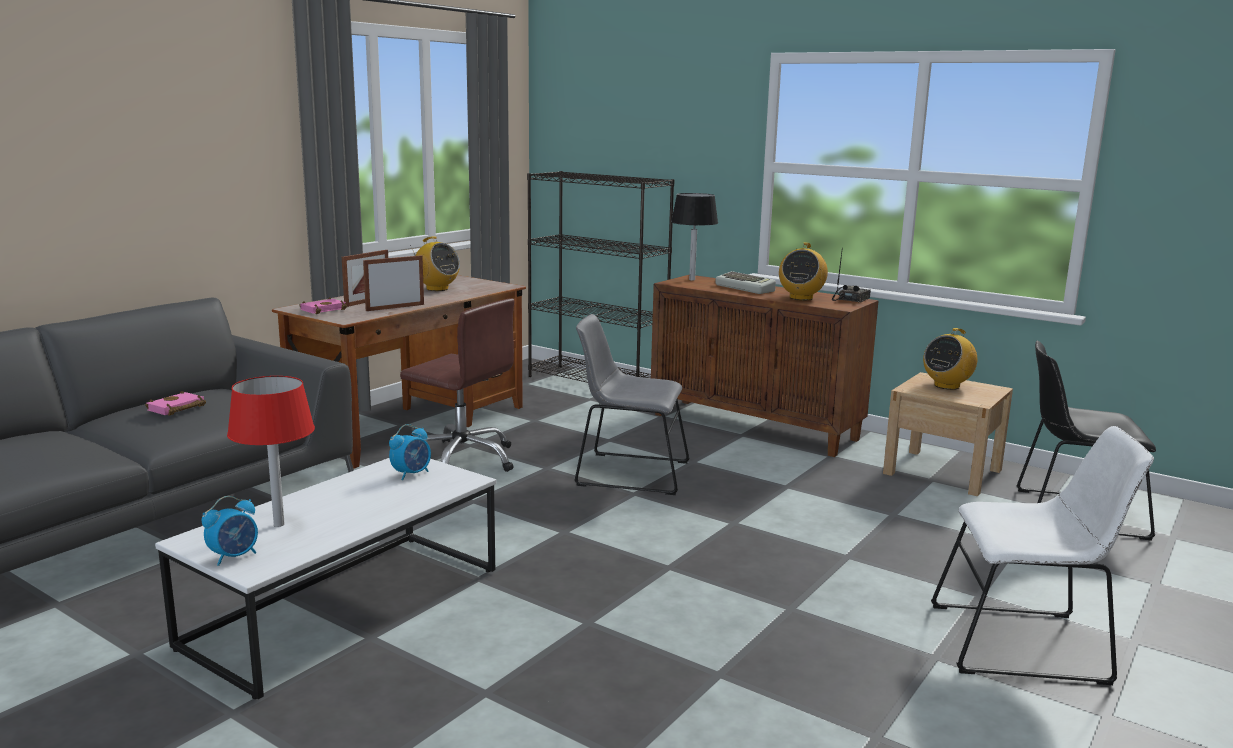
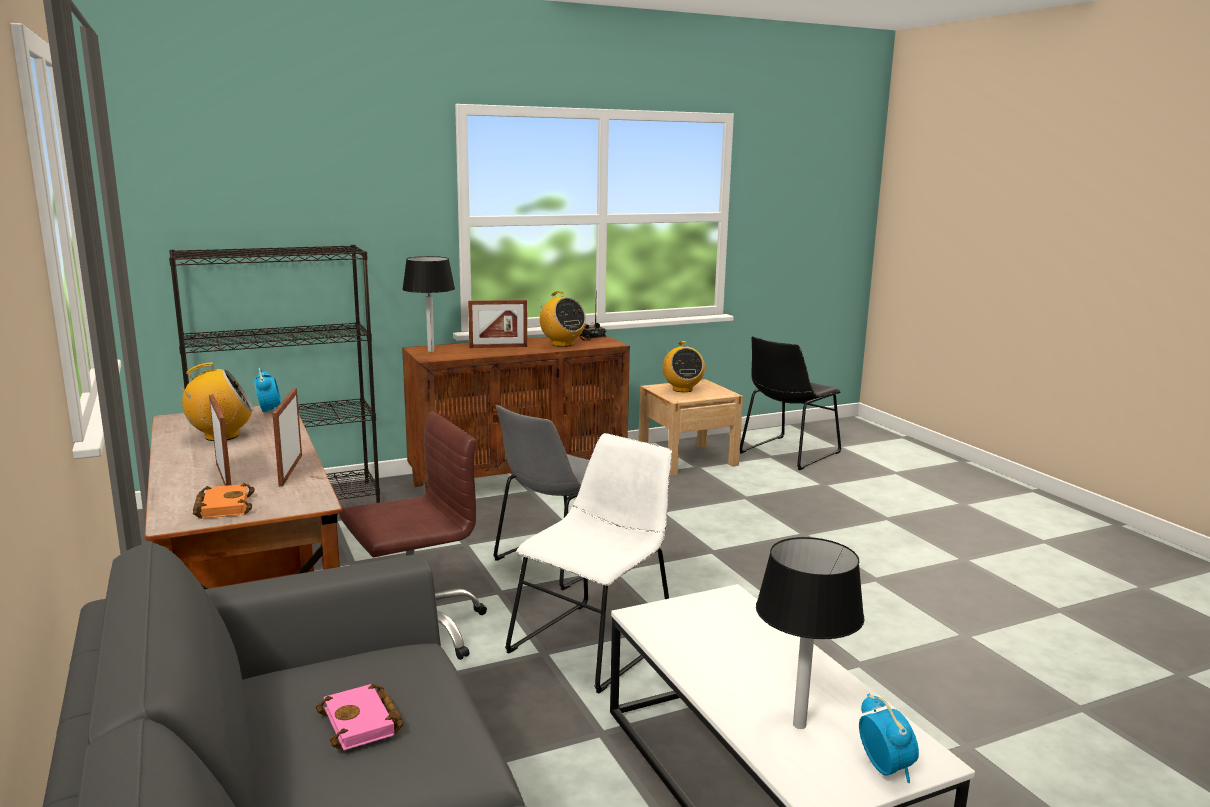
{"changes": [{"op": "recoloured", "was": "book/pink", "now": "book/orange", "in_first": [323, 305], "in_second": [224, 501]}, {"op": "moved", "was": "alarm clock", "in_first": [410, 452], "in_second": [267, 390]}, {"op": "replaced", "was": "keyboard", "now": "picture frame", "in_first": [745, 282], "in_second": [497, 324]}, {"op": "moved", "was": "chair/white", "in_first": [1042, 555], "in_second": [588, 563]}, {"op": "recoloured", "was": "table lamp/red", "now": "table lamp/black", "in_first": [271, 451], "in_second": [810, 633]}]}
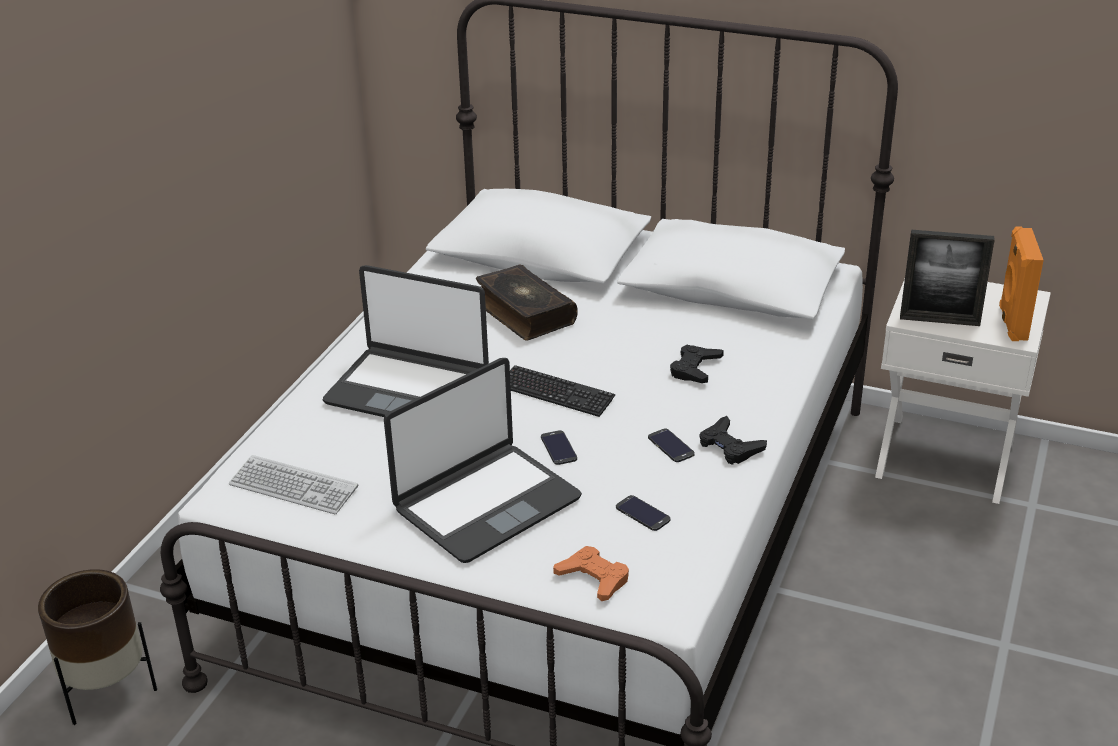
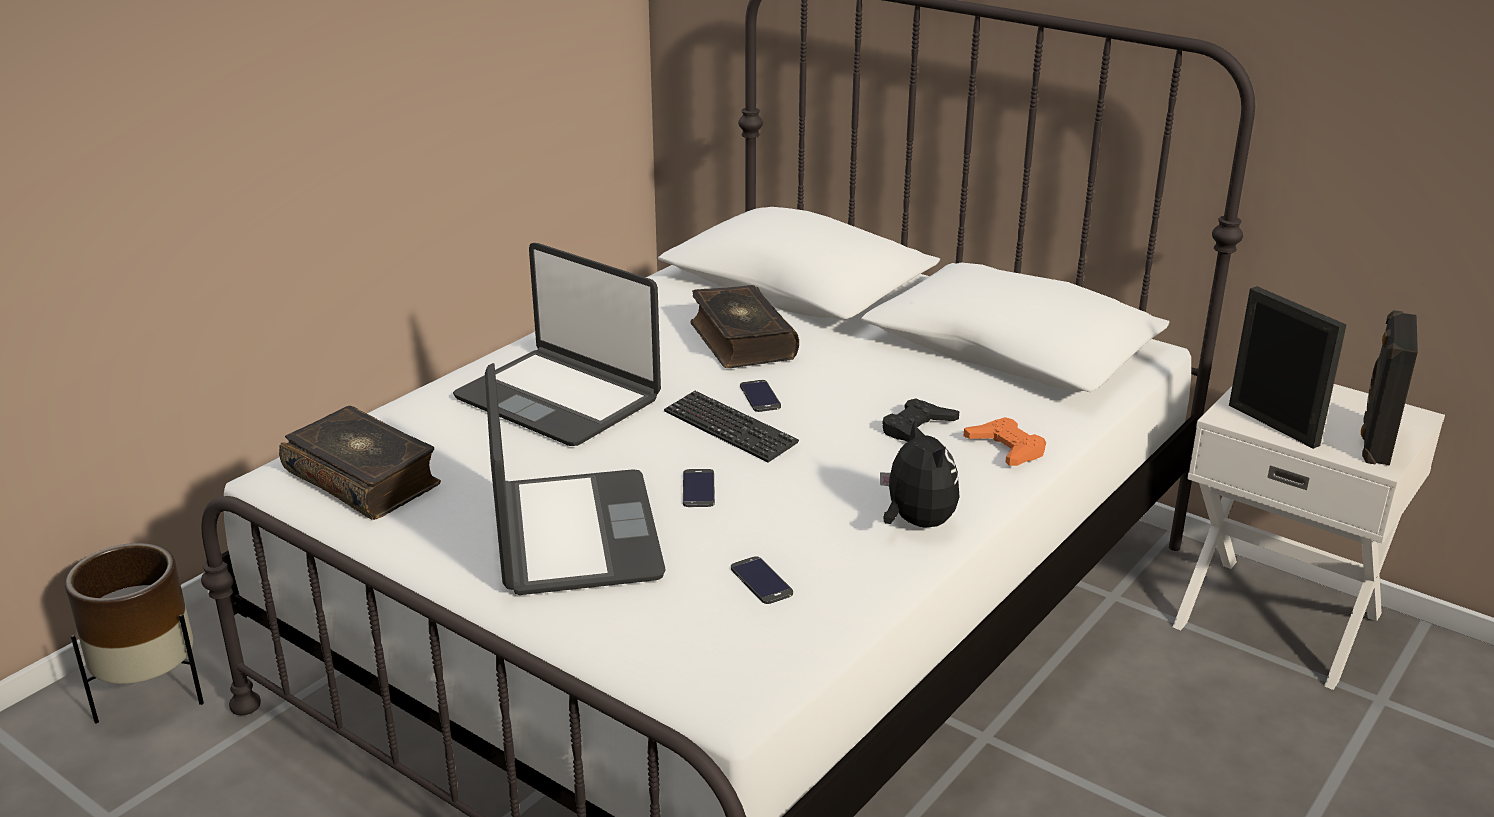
{"changes": [{"op": "replaced", "was": "keyboard", "now": "book", "in_first": [293, 484], "in_second": [360, 463]}, {"op": "turned", "was": "laptop", "in_first": [483, 460], "in_second": [575, 479], "clockwise": -75}, {"op": "moved", "was": "phone", "in_first": [671, 445], "in_second": [760, 396]}, {"op": "replaced", "was": "game controller/black", "now": "plush toy", "in_first": [733, 440], "in_second": [919, 474]}, {"op": "moved", "was": "game controller/orange", "in_first": [591, 573], "in_second": [1005, 441]}, {"op": "turned", "was": "picture frame", "in_first": [947, 278], "in_second": [1288, 367], "clockwise": -150}, {"op": "recoloured", "was": "speaker/orange", "now": "speaker/black", "in_first": [1021, 283], "in_second": [1389, 388]}]}
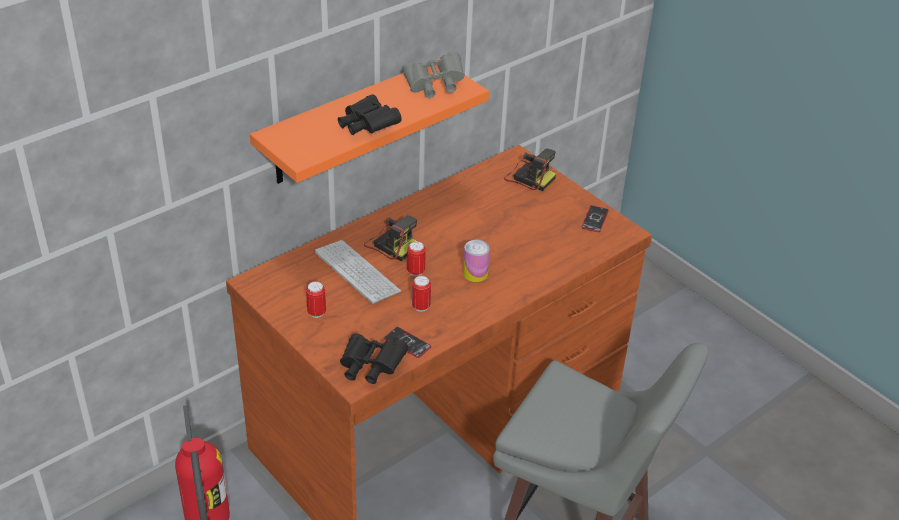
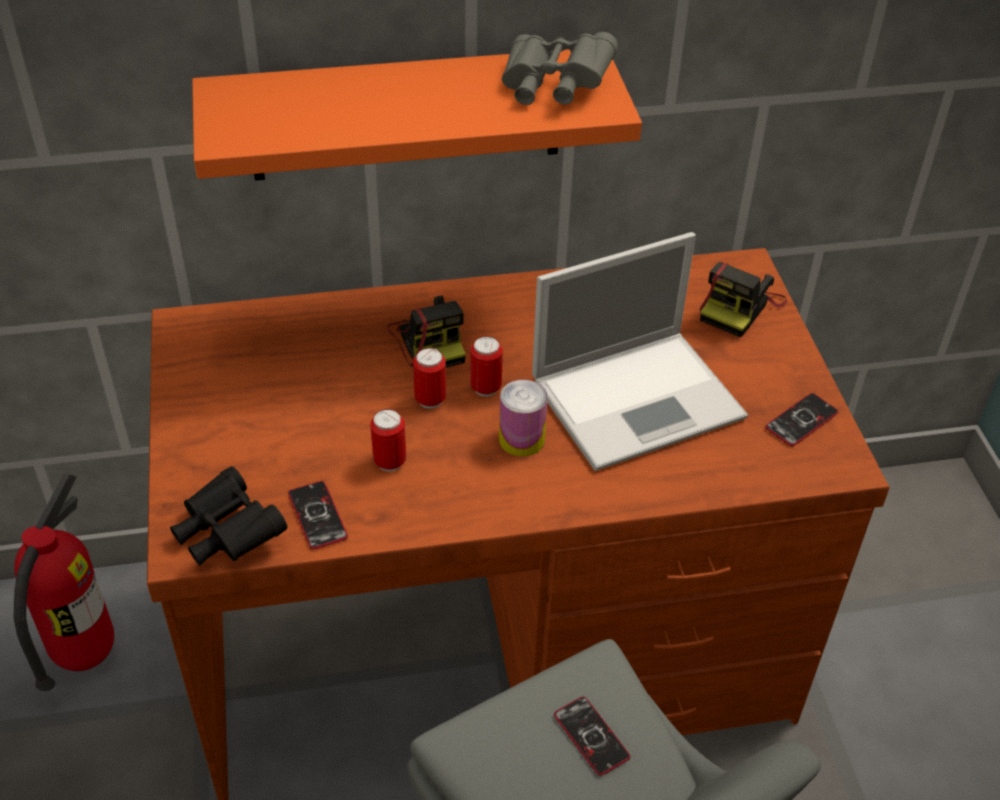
{"changes": [{"op": "moved", "was": "can", "in_first": [316, 299], "in_second": [486, 366]}, {"op": "added", "now": "laptop", "in_second": [640, 351]}, {"op": "added", "now": "phone", "in_second": [592, 736]}, {"op": "turned", "was": "photo camera", "in_first": [530, 169], "in_second": [743, 299], "clockwise": 60}, {"op": "removed", "was": "keyboard", "in_first": [358, 272]}, {"op": "removed", "was": "binoculars/black", "in_first": [370, 114]}]}
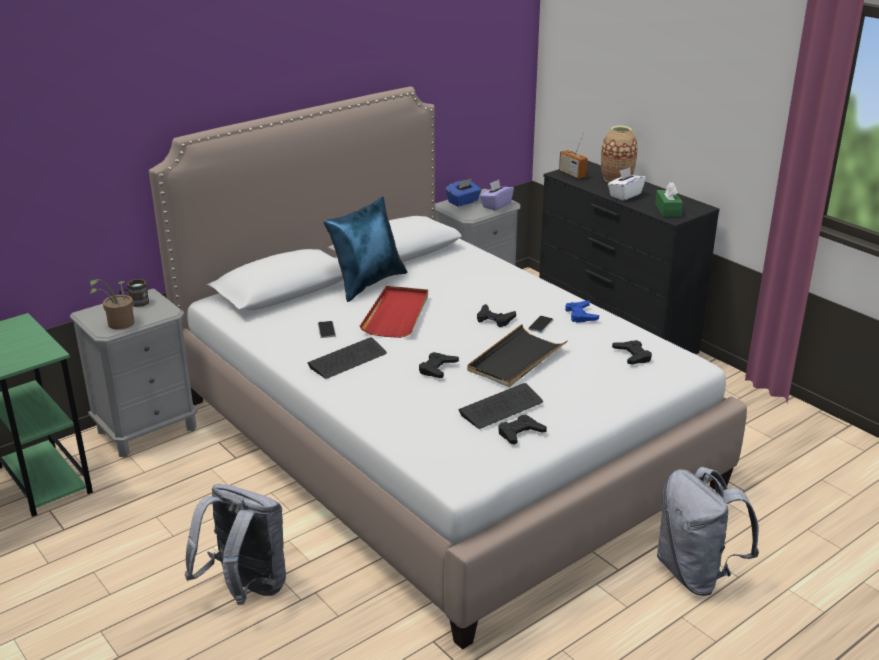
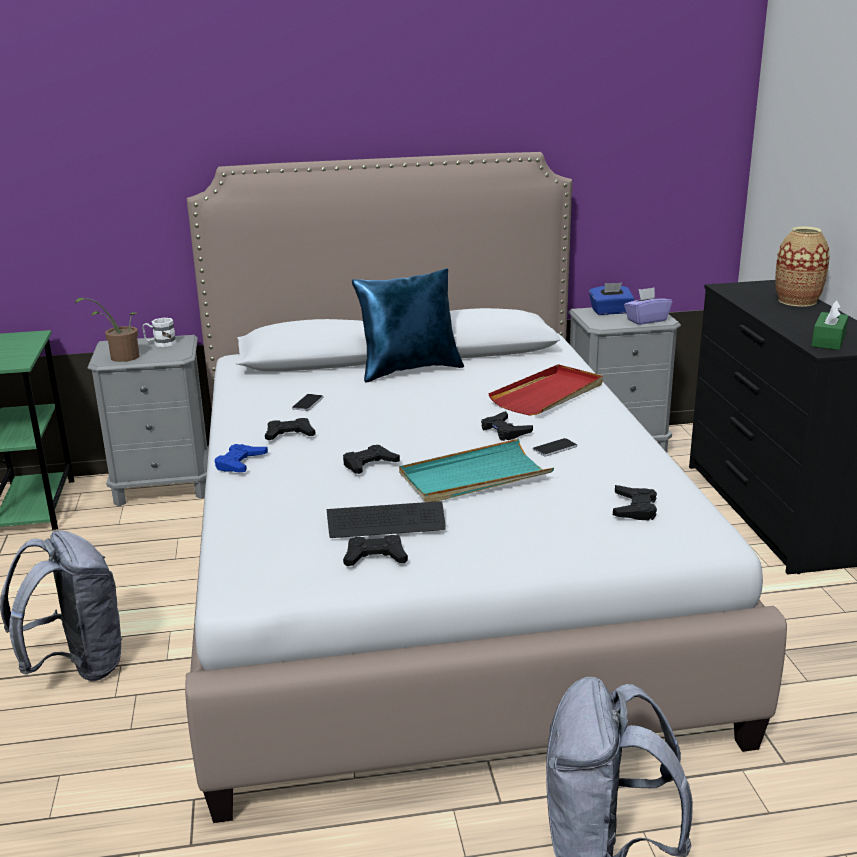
{"changes": [{"op": "recoloured", "was": "mug/brown", "now": "mug/white", "in_first": [134, 293], "in_second": [159, 332]}, {"op": "moved", "was": "game controller/blue", "in_first": [582, 311], "in_second": [241, 458]}, {"op": "replaced", "was": "keyboard", "now": "game controller/black", "in_first": [347, 358], "in_second": [290, 429]}, {"op": "recoloured", "was": "tray/black", "now": "tray/turquoise", "in_first": [517, 355], "in_second": [476, 470]}, {"op": "moved", "was": "tray/red", "in_first": [394, 312], "in_second": [545, 390]}, {"op": "removed", "was": "radio", "in_first": [573, 156]}, {"op": "removed", "was": "tissue box/white", "in_first": [627, 183]}]}
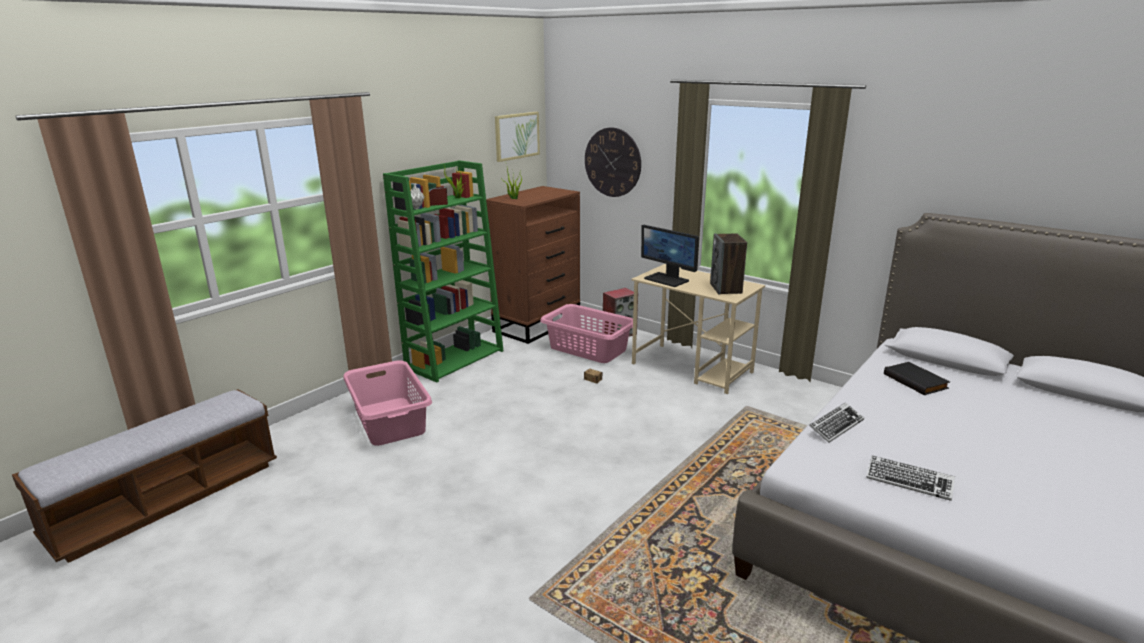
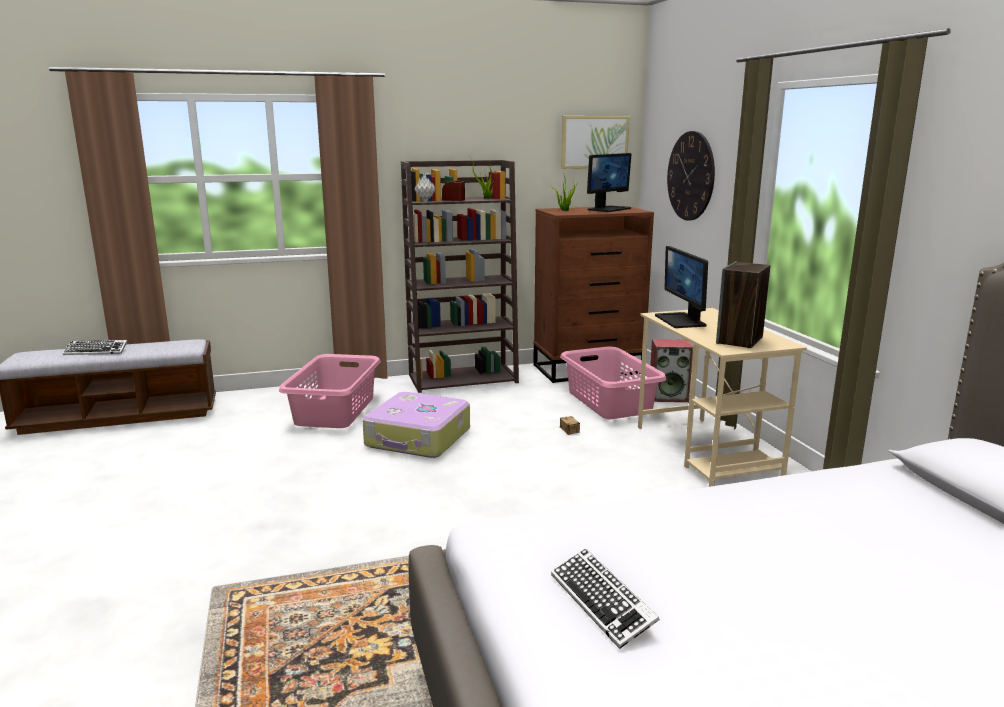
{"changes": [{"op": "moved", "was": "keyboard", "in_first": [836, 422], "in_second": [95, 347]}, {"op": "added", "now": "suitcase", "in_second": [416, 425]}, {"op": "recoloured", "was": "bookcase/green", "now": "bookcase/brown", "in_first": [443, 271], "in_second": [460, 276]}, {"op": "added", "now": "monitor", "in_second": [609, 182]}, {"op": "removed", "was": "book/black", "in_first": [917, 378]}]}
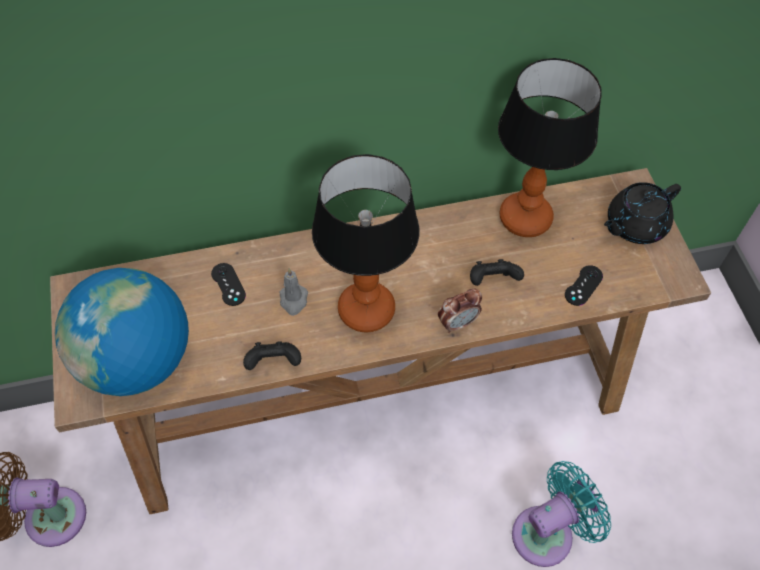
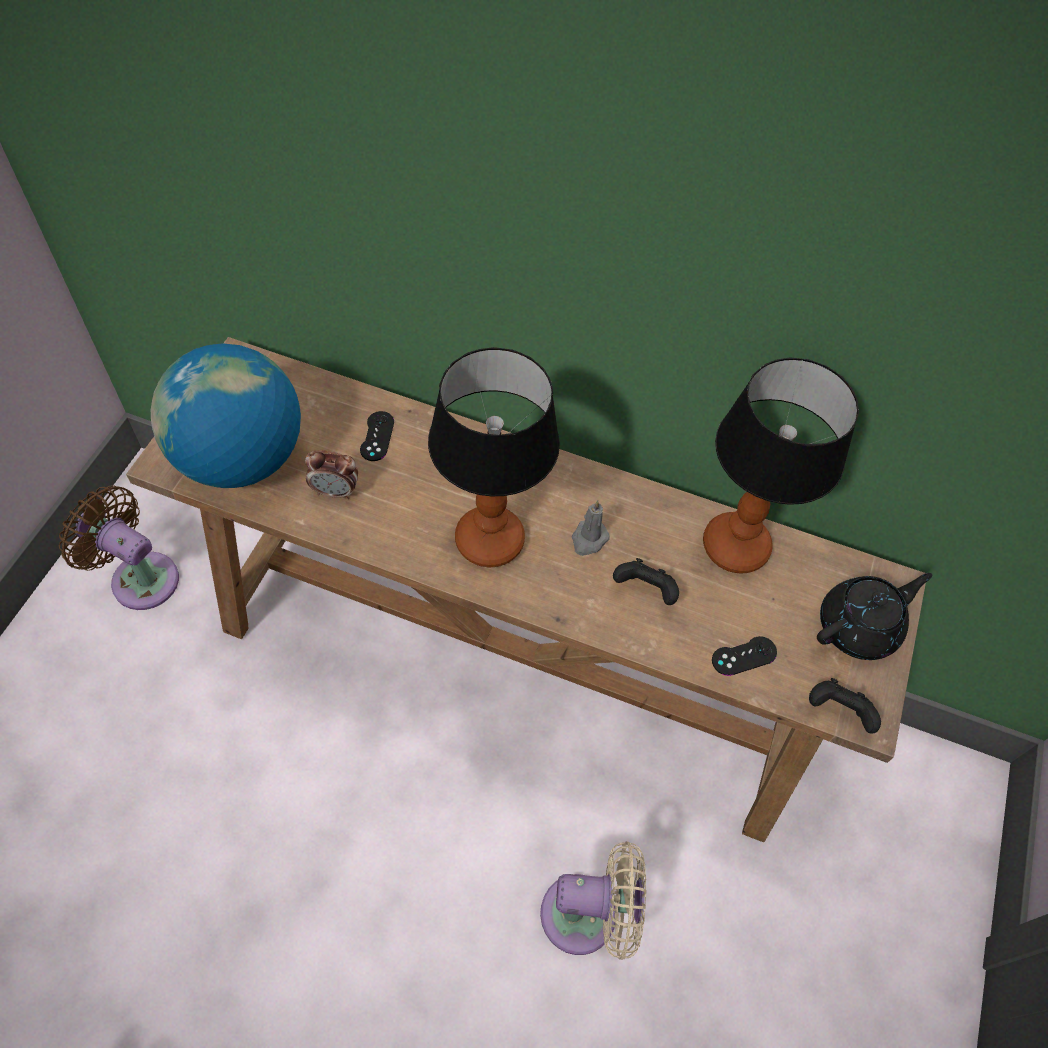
{"changes": [{"op": "moved", "was": "alarm clock", "in_first": [460, 310], "in_second": [331, 474]}, {"op": "recoloured", "was": "fan/turquoise", "now": "fan/beige", "in_first": [561, 514], "in_second": [593, 901]}, {"op": "moved", "was": "candle/grey", "in_first": [293, 292], "in_second": [591, 528]}, {"op": "moved", "was": "game controller/black", "in_first": [272, 355], "in_second": [845, 706]}, {"op": "turned", "was": "teapot/black", "in_first": [642, 213], "in_second": [874, 616], "clockwise": 150}]}
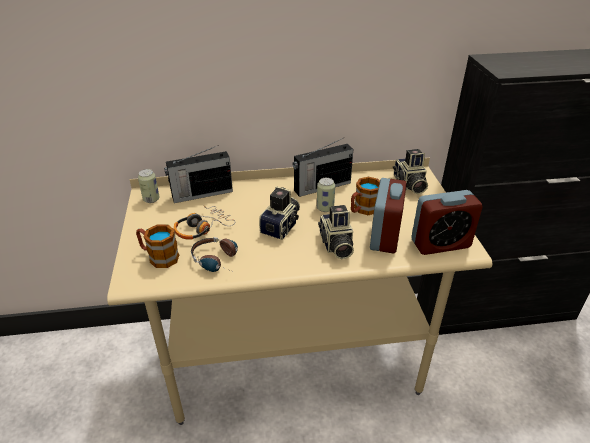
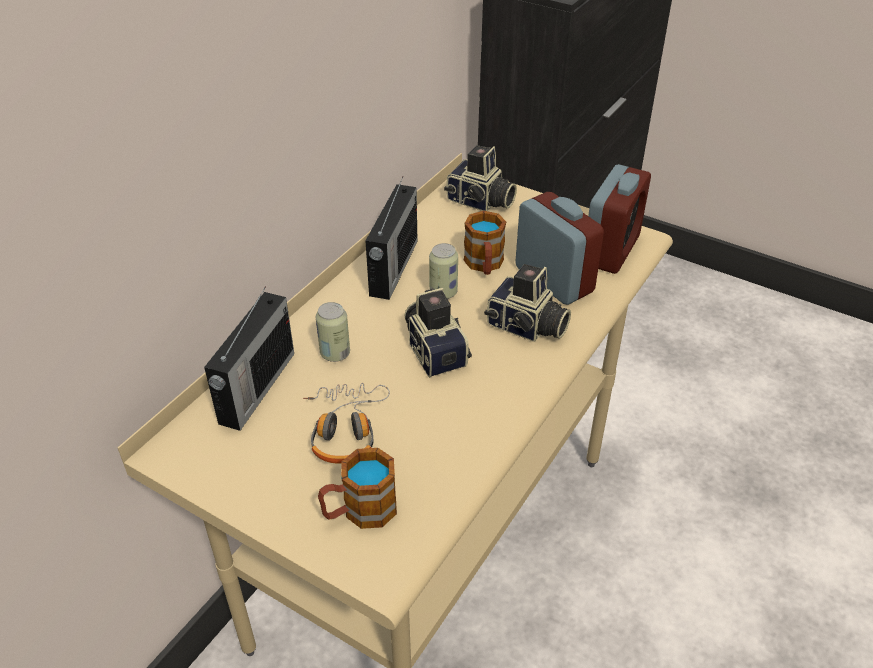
{"changes": [{"op": "moved", "was": "can", "in_first": [149, 186], "in_second": [333, 332]}, {"op": "removed", "was": "headphones", "in_first": [214, 255]}]}
